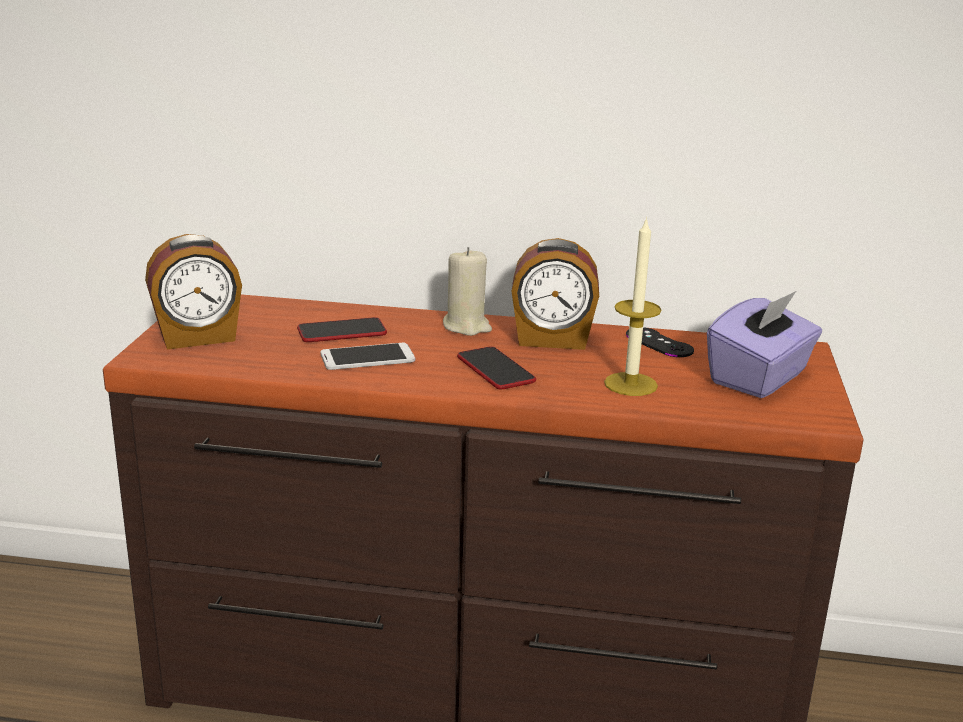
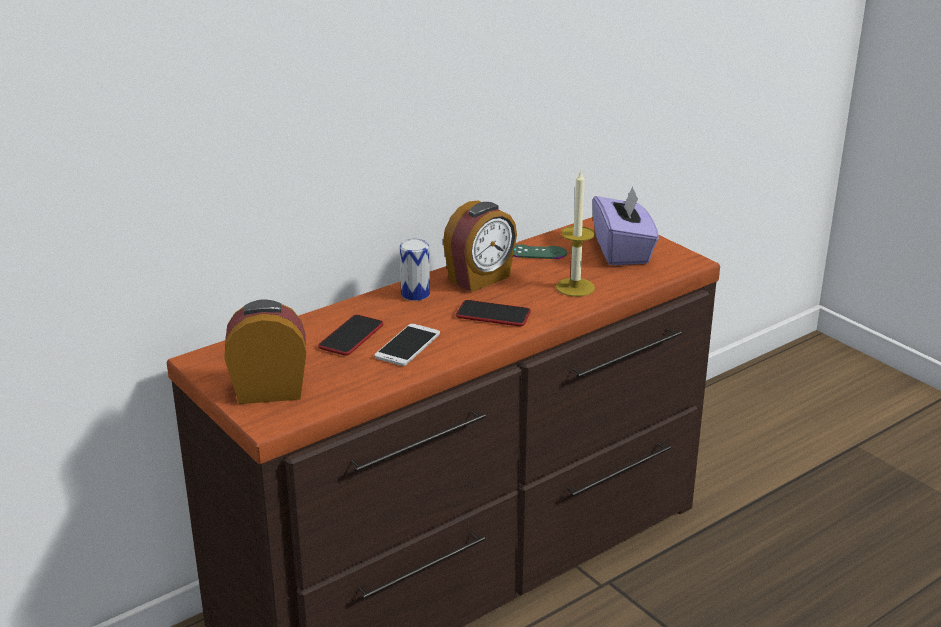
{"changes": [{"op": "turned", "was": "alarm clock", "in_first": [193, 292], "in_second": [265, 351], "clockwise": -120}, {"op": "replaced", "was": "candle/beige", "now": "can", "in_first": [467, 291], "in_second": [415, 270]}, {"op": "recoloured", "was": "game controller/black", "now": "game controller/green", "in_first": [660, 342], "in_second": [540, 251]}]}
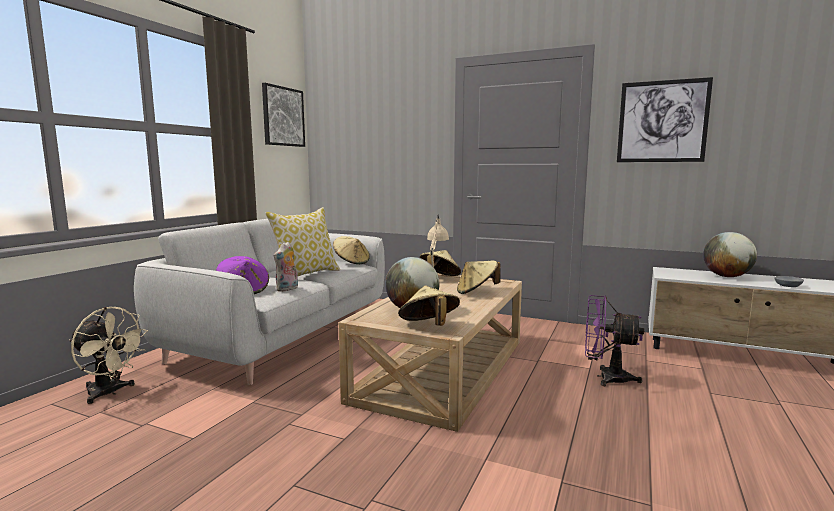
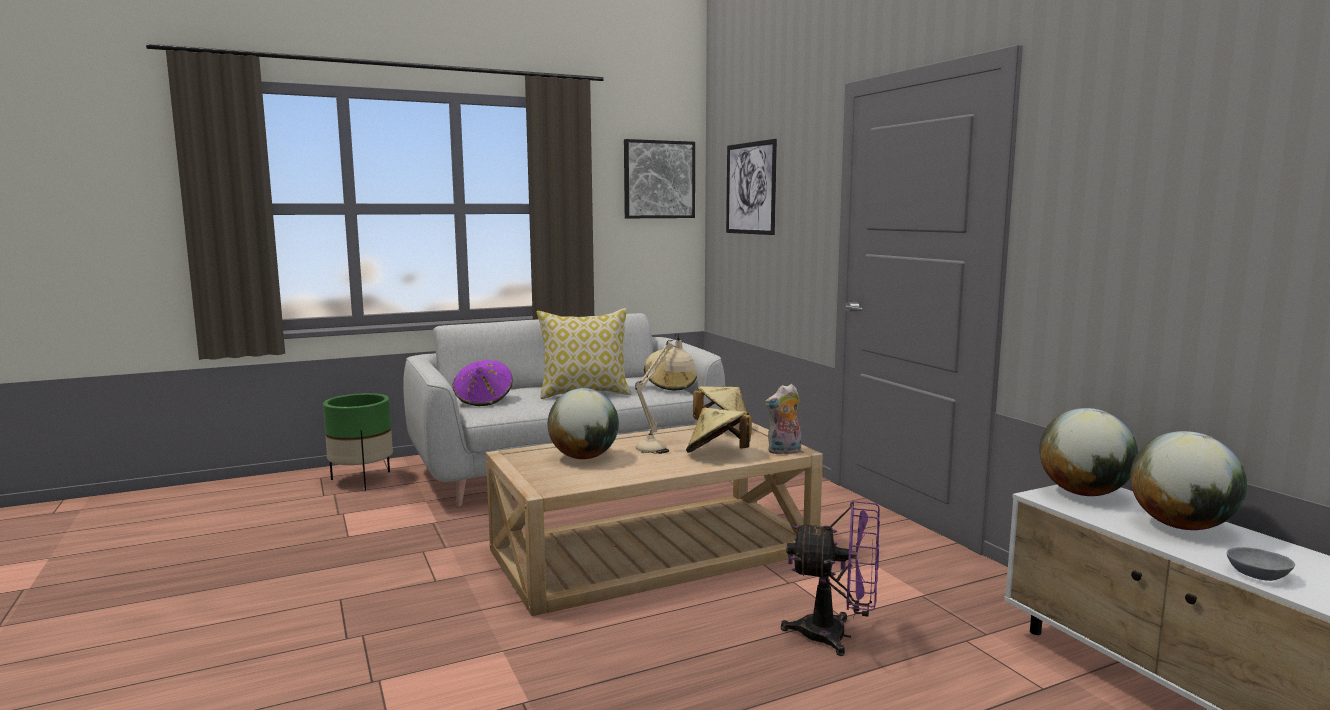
{"changes": [{"op": "replaced", "was": "fan/beige", "now": "planter/green", "in_first": [108, 355], "in_second": [358, 442]}, {"op": "moved", "was": "picture", "in_first": [665, 119], "in_second": [751, 187]}, {"op": "moved", "was": "plush toy", "in_first": [285, 267], "in_second": [783, 419]}, {"op": "turned", "was": "fan/purple", "in_first": [614, 340], "in_second": [830, 578], "clockwise": 135}, {"op": "added", "now": "globe", "in_second": [1088, 452]}, {"op": "removed", "was": "hat/beige", "in_first": [429, 306]}]}
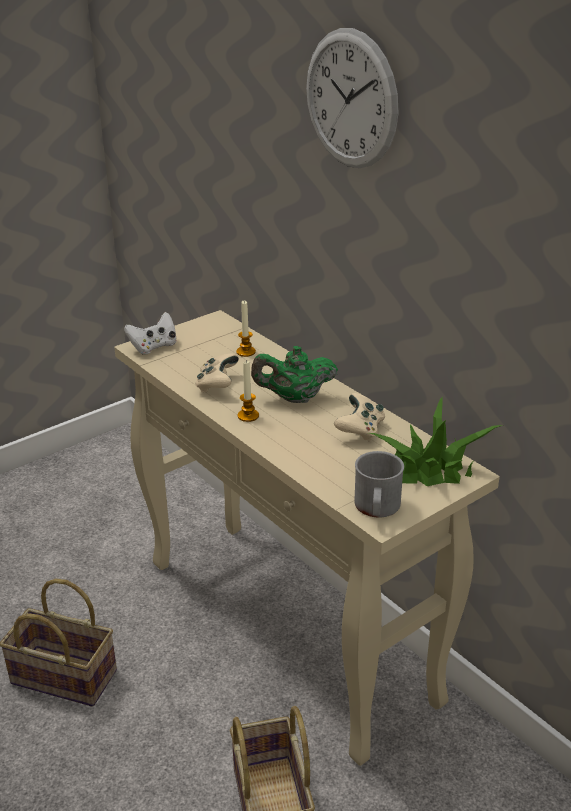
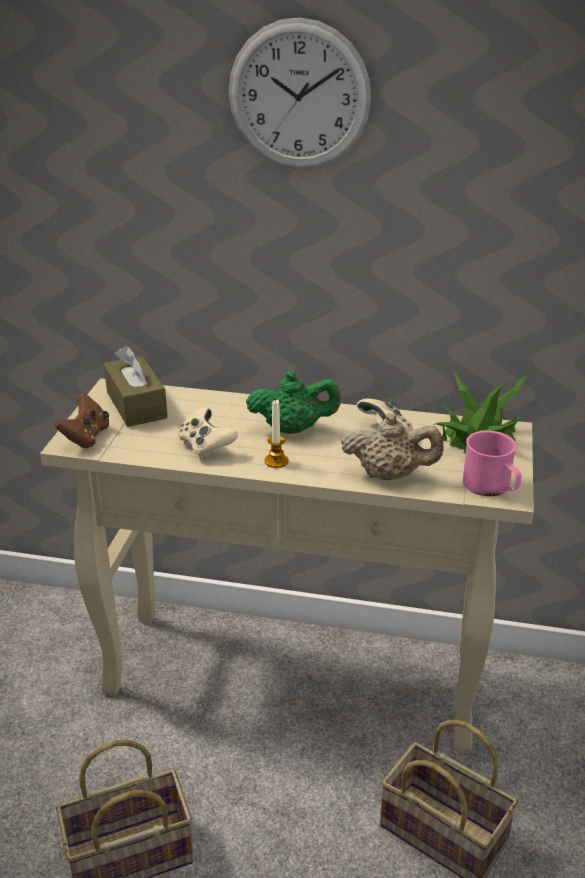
{"changes": [{"op": "recoloured", "was": "game controller/white", "now": "game controller/brown", "in_first": [150, 333], "in_second": [82, 420]}, {"op": "added", "now": "tissue box/brown", "in_second": [136, 386]}, {"op": "turned", "was": "teapot/green", "in_first": [294, 374], "in_second": [293, 402], "clockwise": -135}, {"op": "added", "now": "teapot/beige", "in_second": [392, 446]}, {"op": "recoloured", "was": "mug/grey", "now": "mug/pink", "in_first": [379, 484], "in_second": [492, 463]}, {"op": "removed", "was": "candle", "in_first": [246, 328]}]}
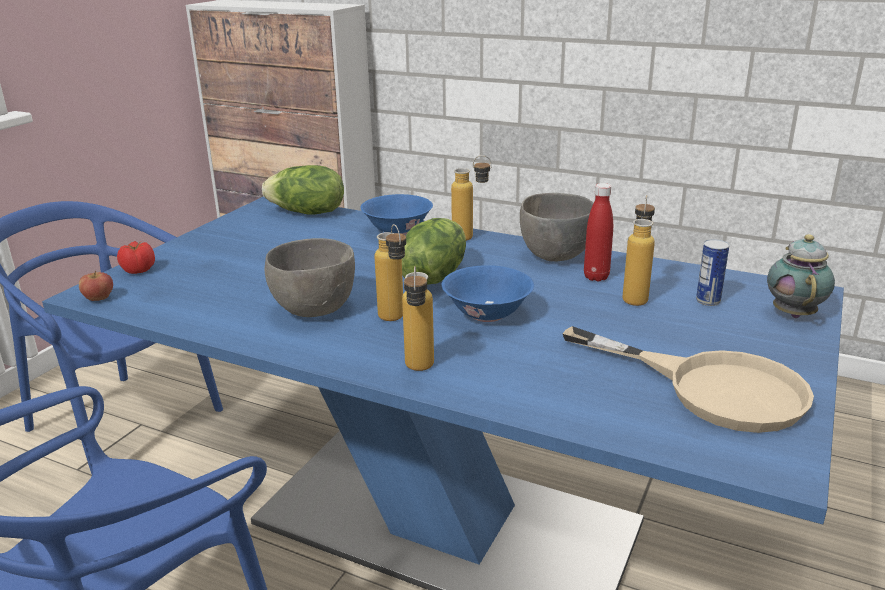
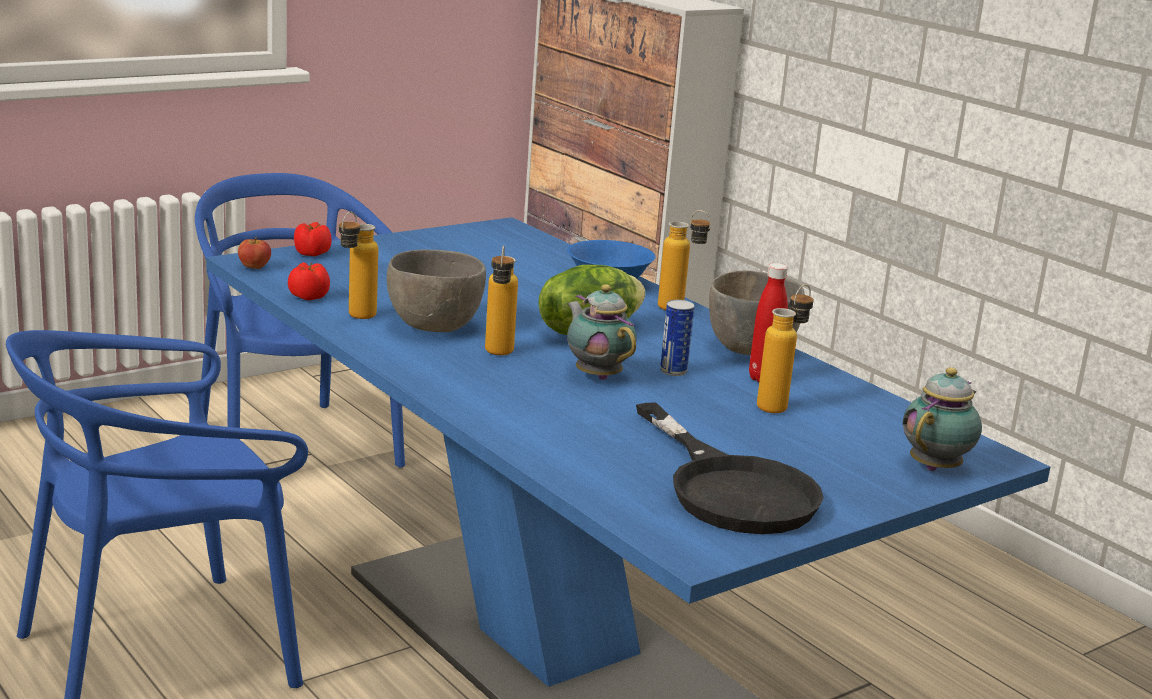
{"changes": [{"op": "added", "now": "tomato", "in_second": [309, 281]}, {"op": "moved", "was": "bottle", "in_first": [418, 318], "in_second": [358, 265]}, {"op": "replaced", "was": "bowl/blue", "now": "teapot", "in_first": [488, 293], "in_second": [602, 332]}, {"op": "recoloured", "was": "frying pan/beige", "now": "frying pan/black", "in_first": [688, 379], "in_second": [730, 468]}, {"op": "moved", "was": "can", "in_first": [712, 272], "in_second": [677, 338]}, {"op": "removed", "was": "lettuce", "in_first": [303, 189]}]}
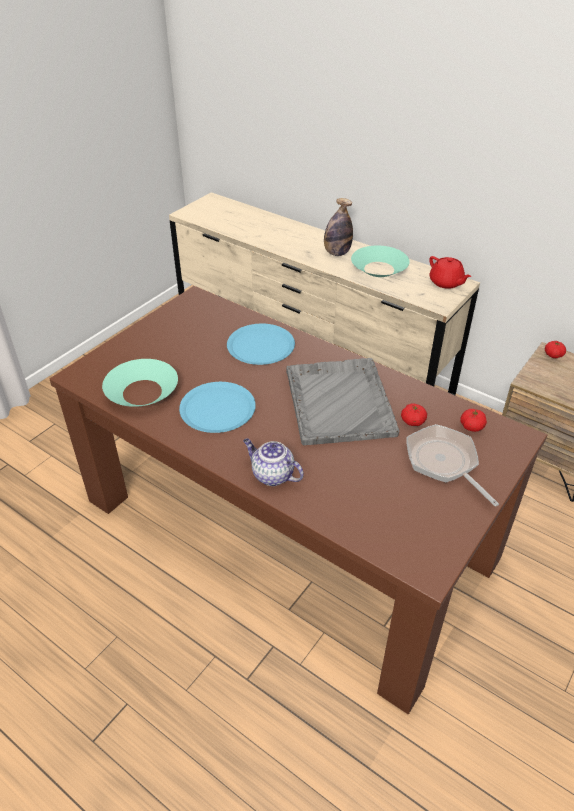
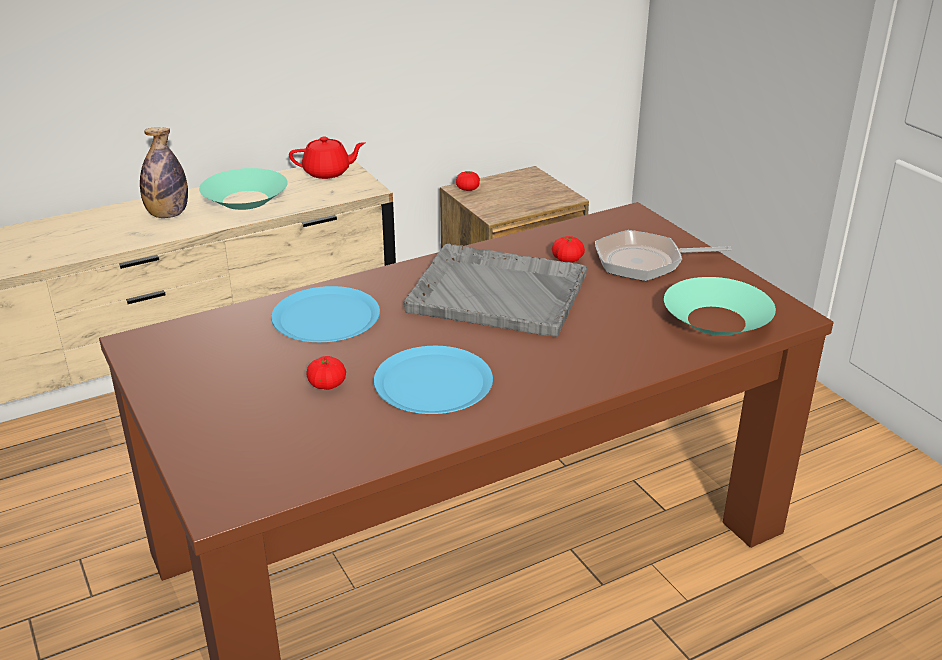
{"changes": [{"op": "moved", "was": "tomato", "in_first": [473, 420], "in_second": [326, 373]}, {"op": "moved", "was": "bowl/turquoise", "in_first": [140, 383], "in_second": [720, 306]}, {"op": "removed", "was": "teapot", "in_first": [273, 462]}]}
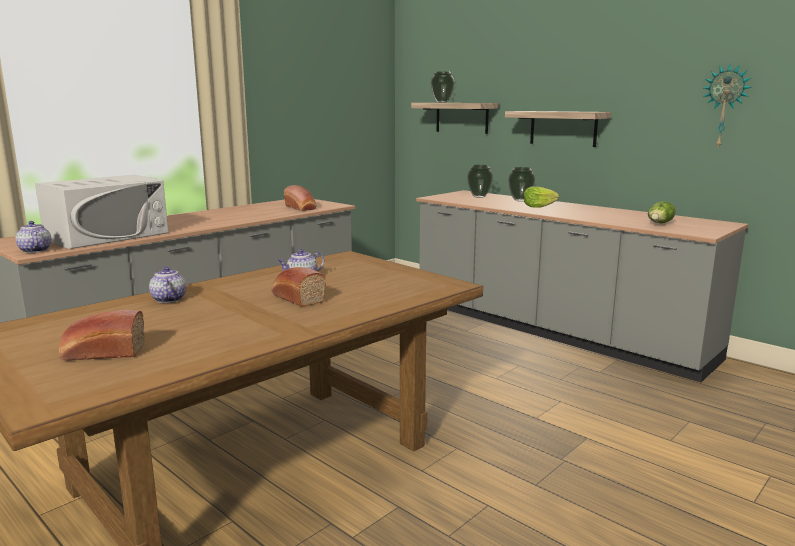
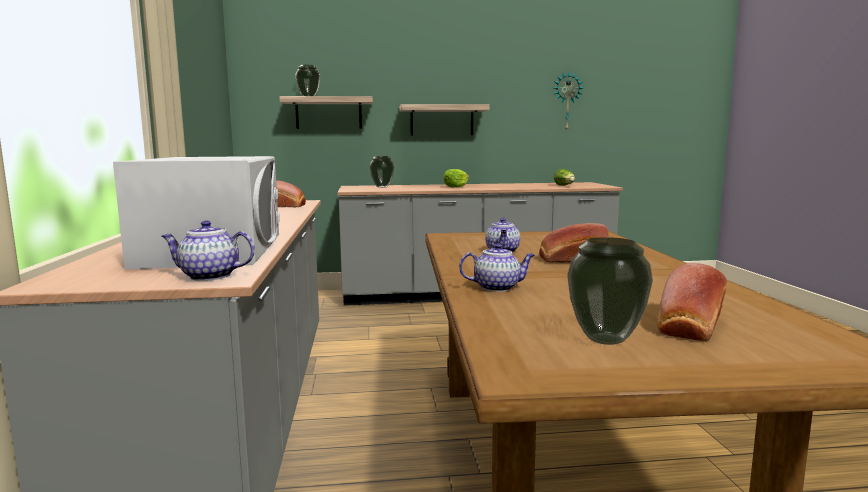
{"changes": [{"op": "turned", "was": "teapot", "in_first": [167, 285], "in_second": [497, 267], "clockwise": 150}, {"op": "moved", "was": "vase", "in_first": [521, 184], "in_second": [610, 291]}]}
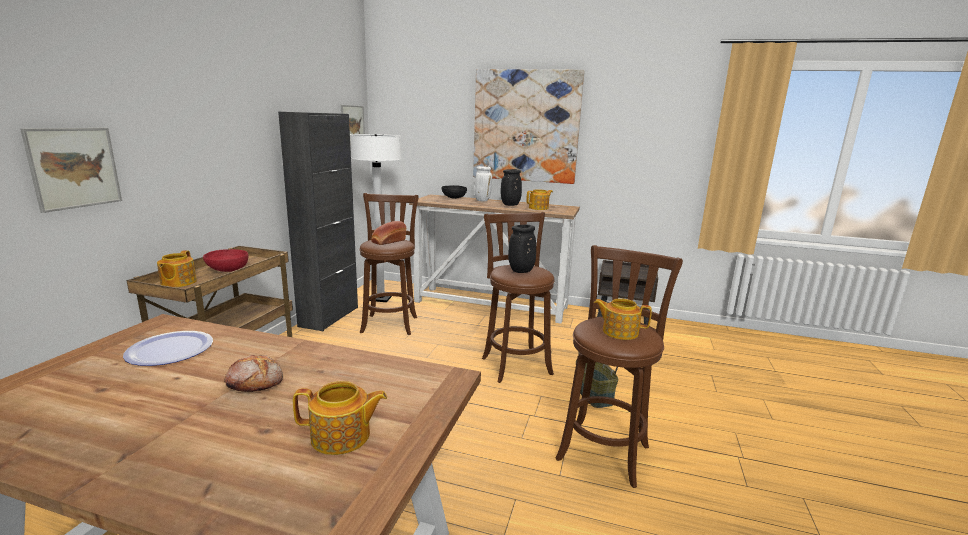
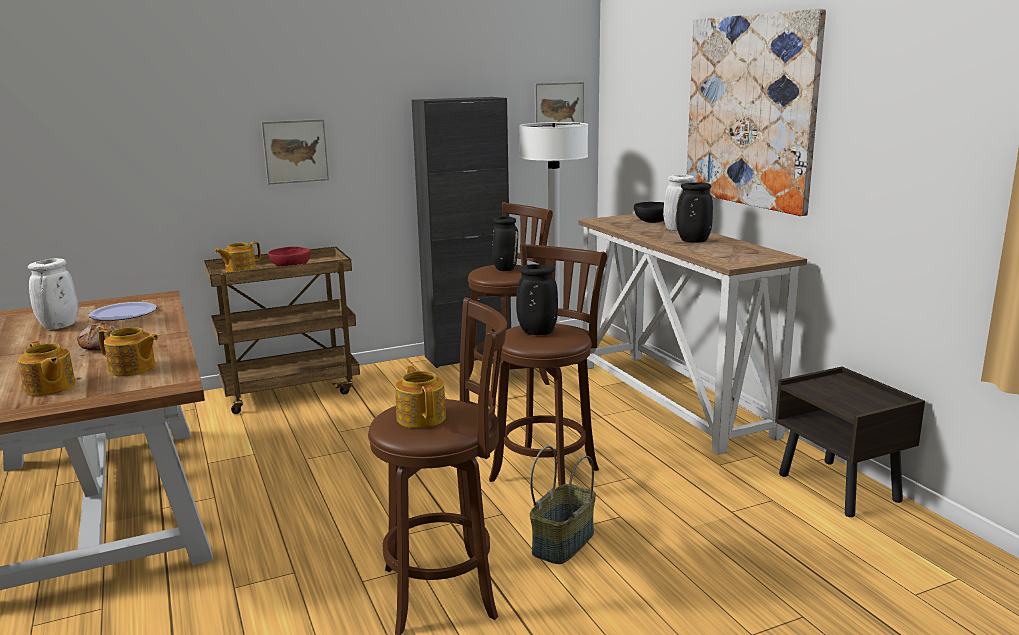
{"changes": [{"op": "added", "now": "vase/white", "in_second": [53, 293]}, {"op": "moved", "was": "teapot", "in_first": [539, 199], "in_second": [128, 351]}, {"op": "moved", "was": "picture", "in_first": [71, 170], "in_second": [295, 152]}, {"op": "replaced", "was": "bread", "now": "vase/black", "in_first": [388, 233], "in_second": [505, 243]}]}
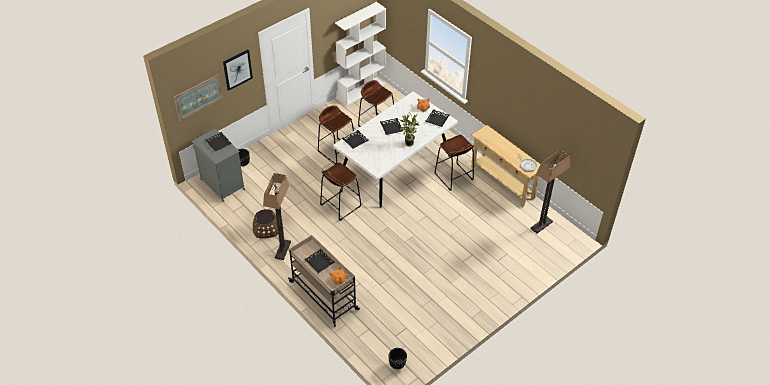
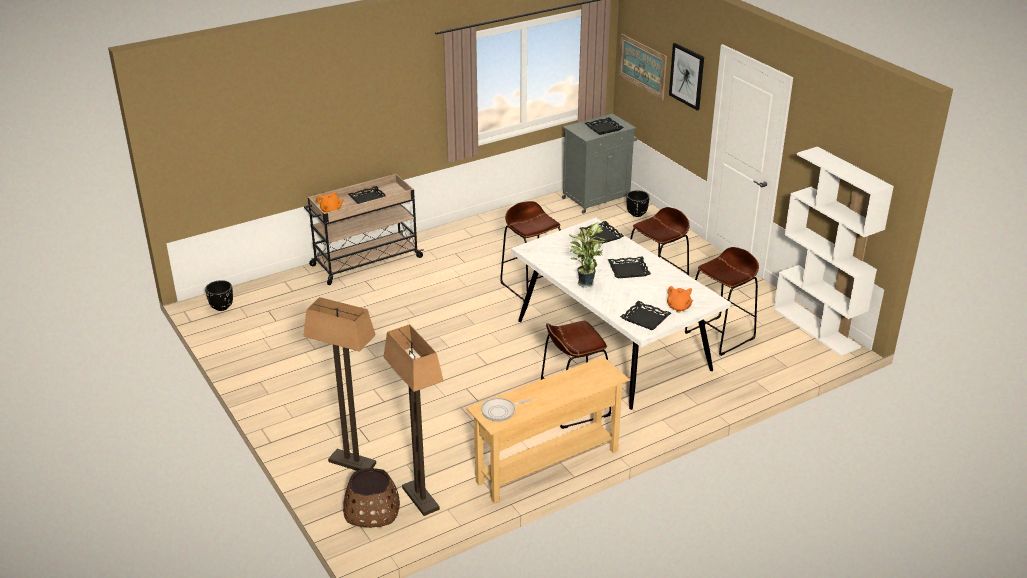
{"changes": [{"op": "moved", "was": "floor lamp", "in_first": [277, 216], "in_second": [339, 384]}, {"op": "moved", "was": "planter/brown", "in_first": [265, 224], "in_second": [371, 498]}]}
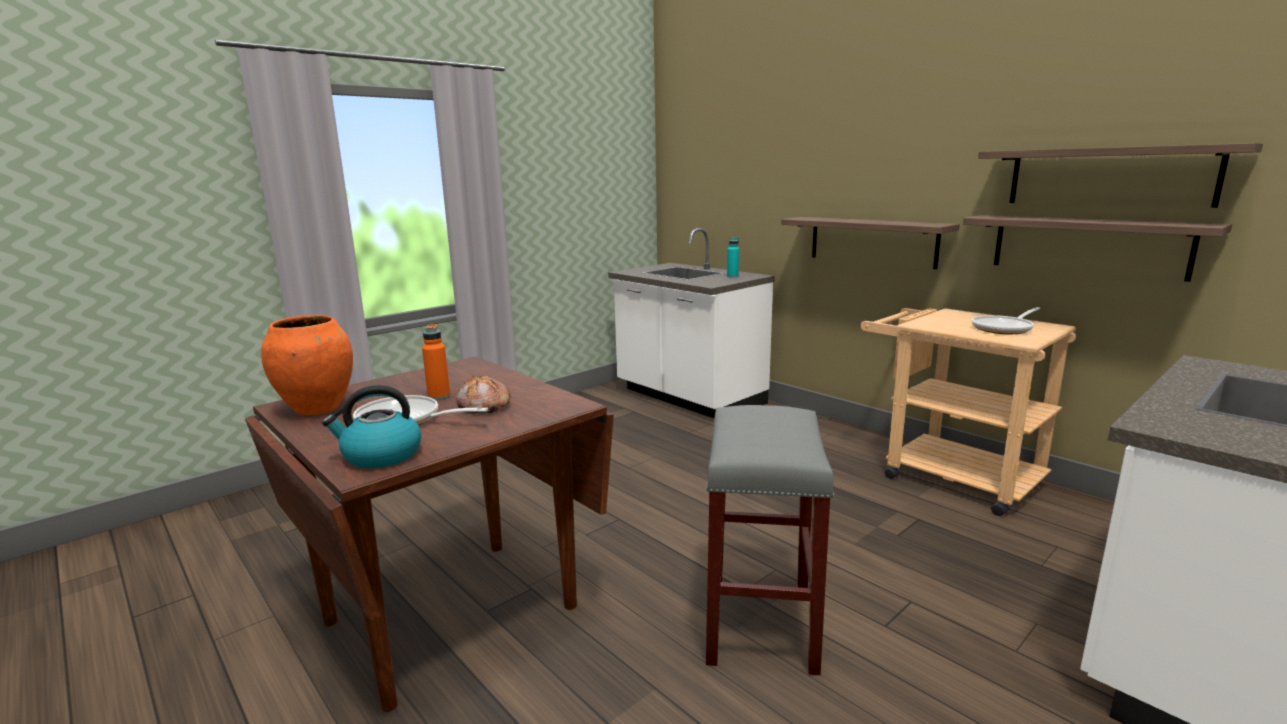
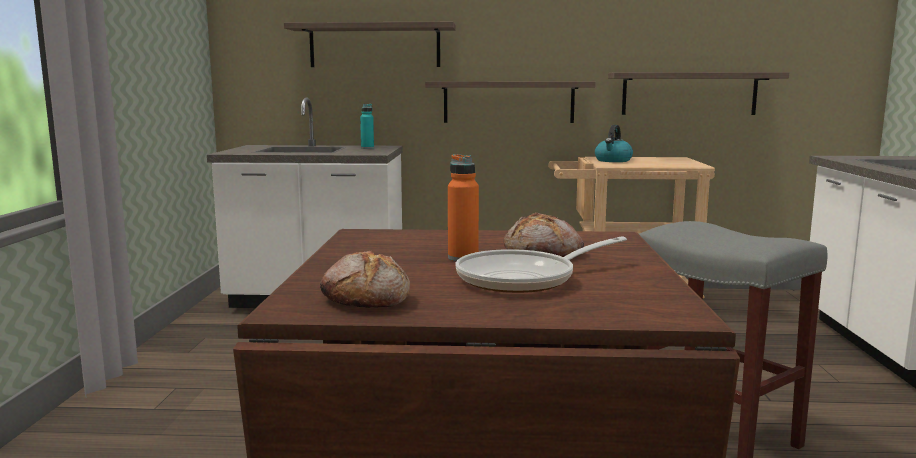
{"changes": [{"op": "moved", "was": "shelf", "in_first": [1120, 175], "in_second": [369, 44]}, {"op": "replaced", "was": "vase/orange", "now": "bread", "in_first": [307, 365], "in_second": [365, 279]}, {"op": "moved", "was": "kettle", "in_first": [371, 426], "in_second": [614, 143]}, {"op": "removed", "was": "frying pan", "in_first": [1006, 320]}]}
